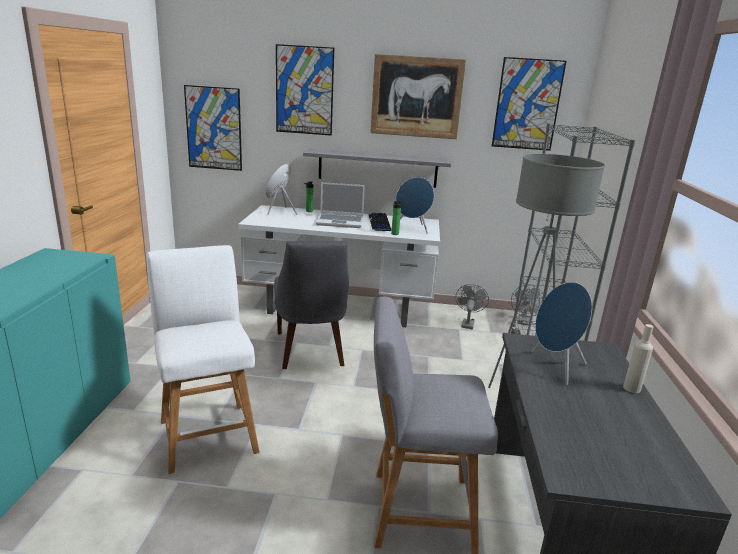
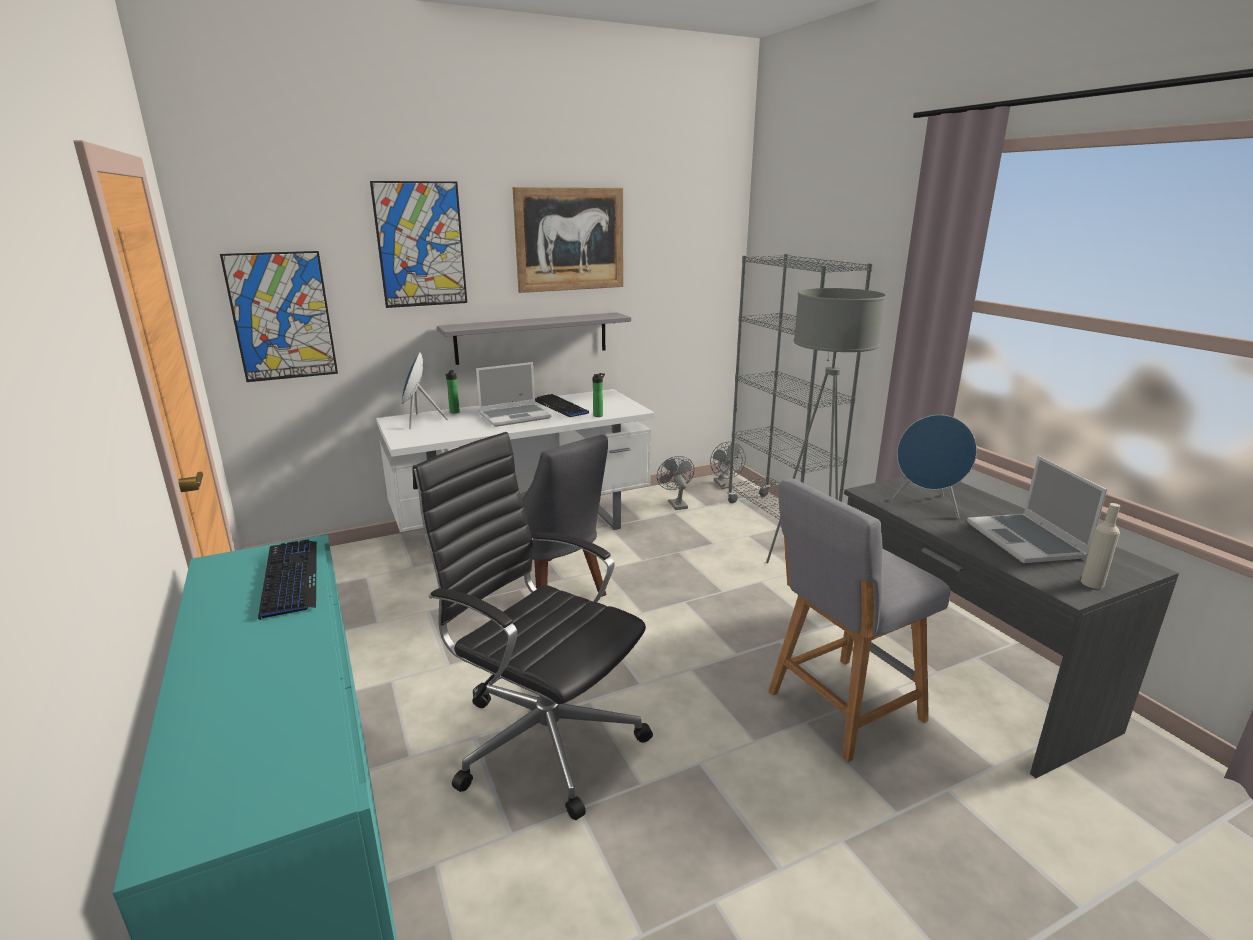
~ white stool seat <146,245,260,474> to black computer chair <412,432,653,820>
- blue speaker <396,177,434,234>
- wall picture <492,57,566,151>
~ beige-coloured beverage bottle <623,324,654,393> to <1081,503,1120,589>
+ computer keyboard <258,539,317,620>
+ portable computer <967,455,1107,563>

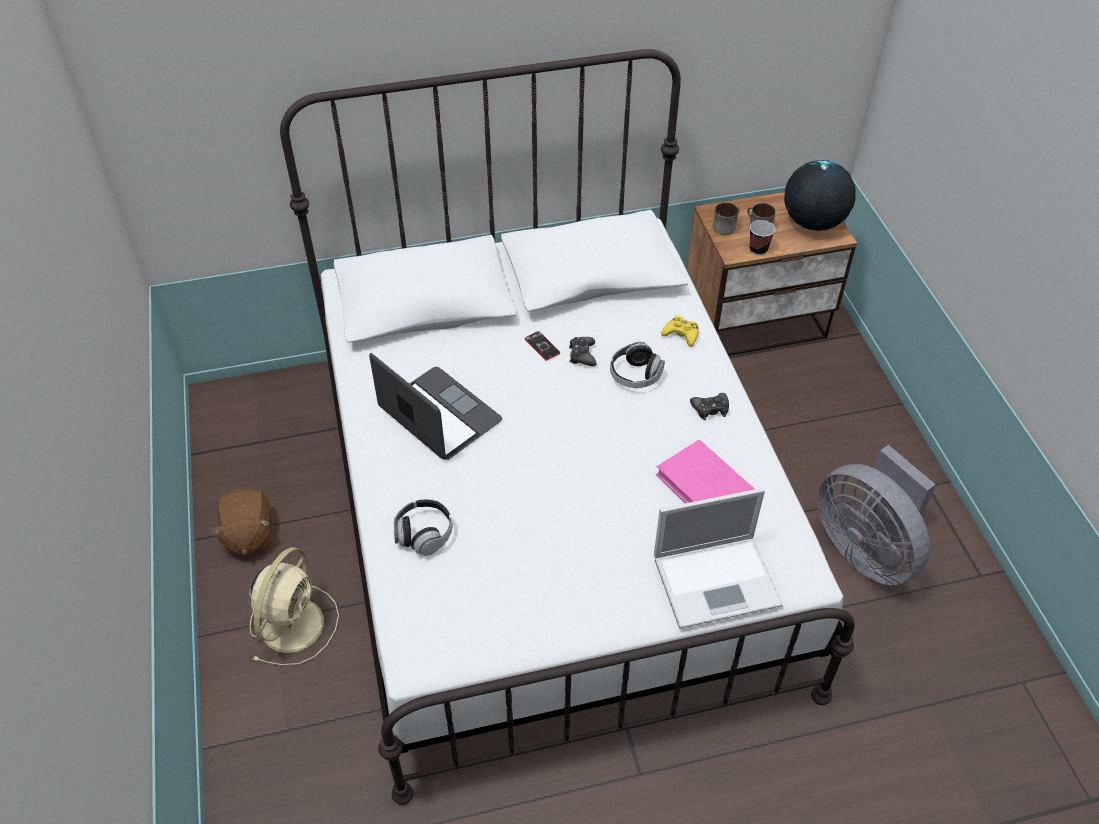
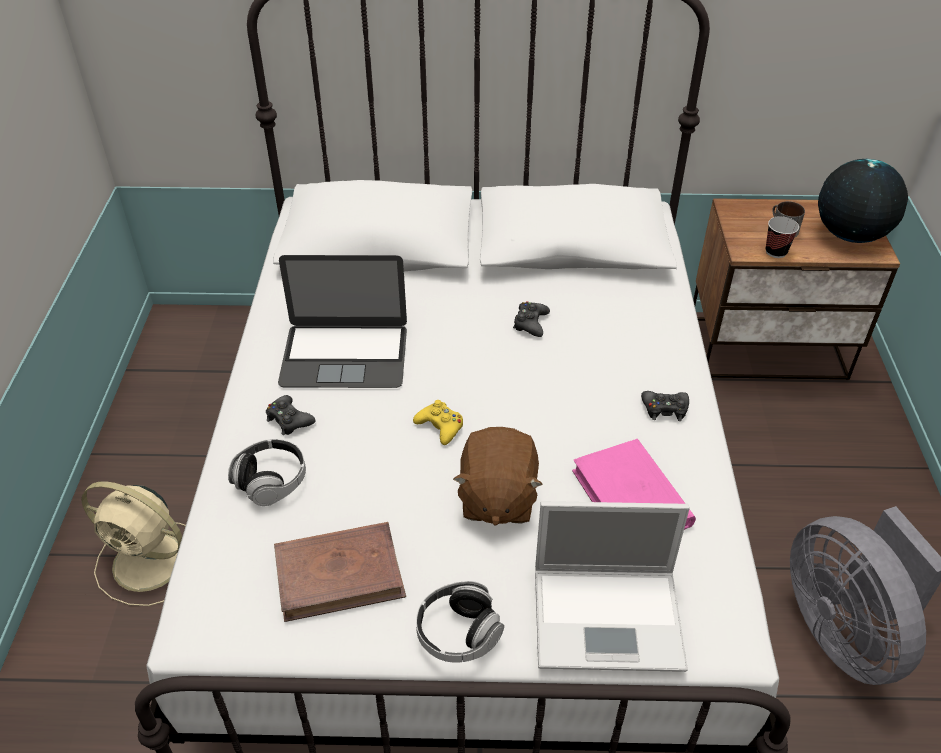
~ brown soft toy <211,489,272,555> to <453,427,543,526>
~ beige-coloured electric fan <249,547,339,665> = <81,481,186,606> 75 degrees clockwise
~ portable computer <369,353,502,460> = <278,255,407,388> 120 degrees clockwise
- telephone <525,331,560,361>
~ headphones <610,342,665,388> to <416,581,504,663>
~ yellowish joypad <661,315,699,347> to <413,400,463,445>
- tea mug <713,202,740,235>
+ black joypad <266,395,316,435>
+ brown bound book <274,522,406,622>

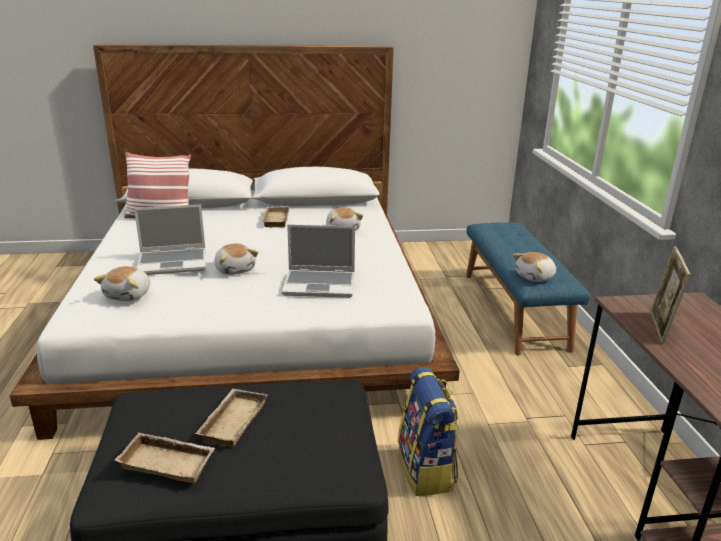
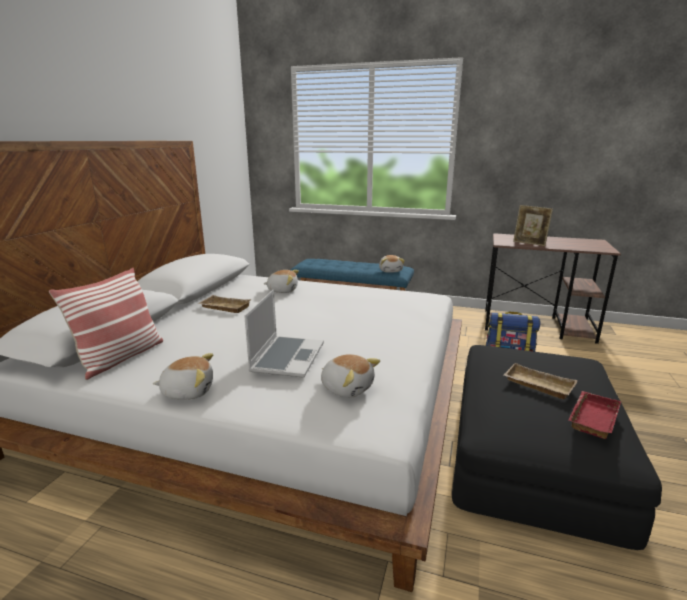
~ beige-coloured serving tray <114,432,215,483> to red serving tray <569,391,621,439>
~ soft toy <214,243,258,275> to <153,353,213,400>
- portable computer <282,224,355,298>

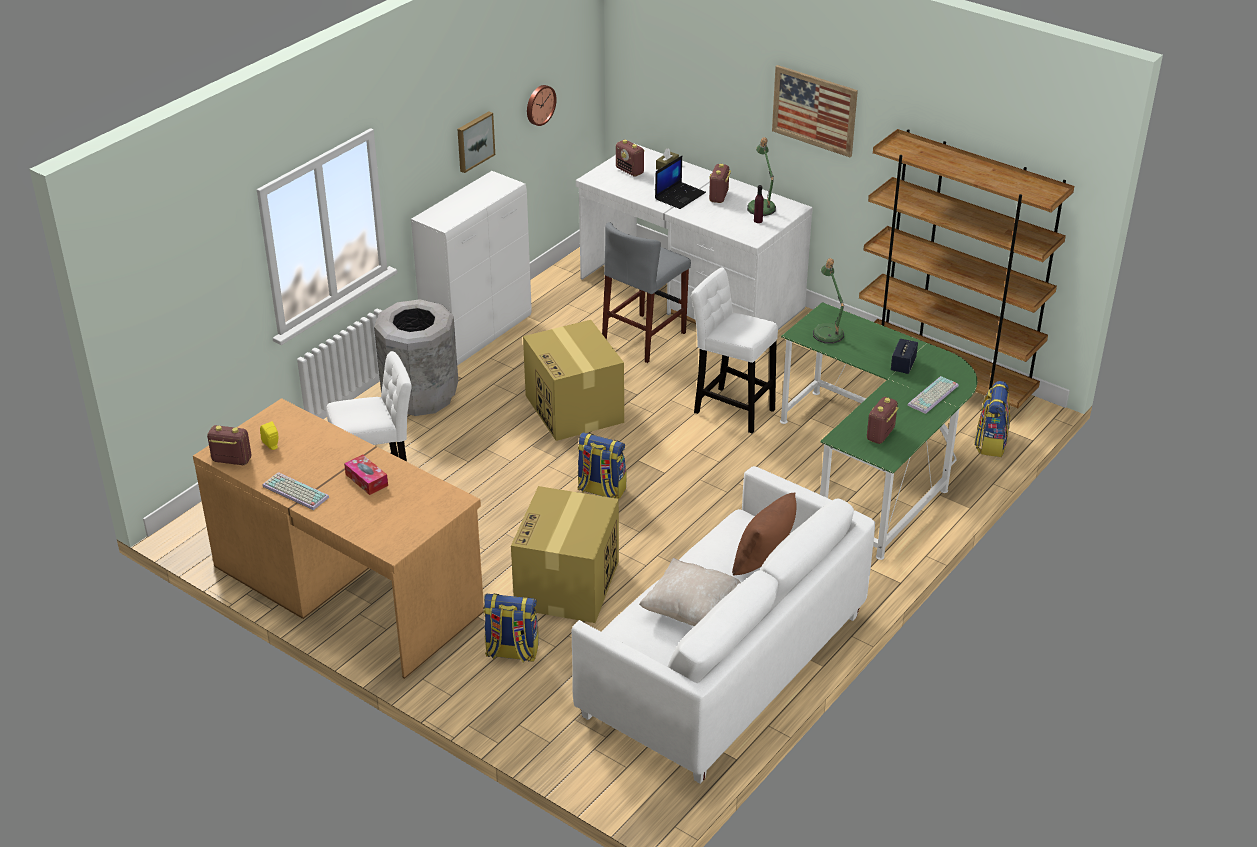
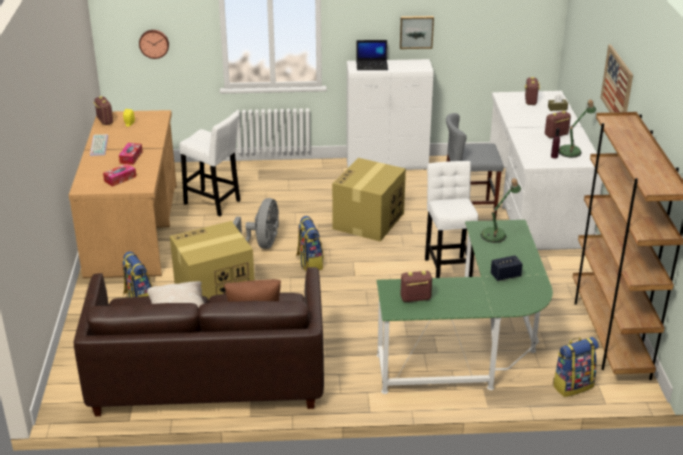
- gray rubbish bin <374,299,458,416>
~ clock on the wall <527,85,557,126> to <139,30,169,59>
~ white couch <572,466,875,784> to brown couch <74,267,324,416>
~ portable computer <655,156,706,209> to <356,40,388,70>
- computer keyboard <907,376,959,414>
+ tissue holder <103,164,136,187>
+ gray electric fan <233,198,279,249>

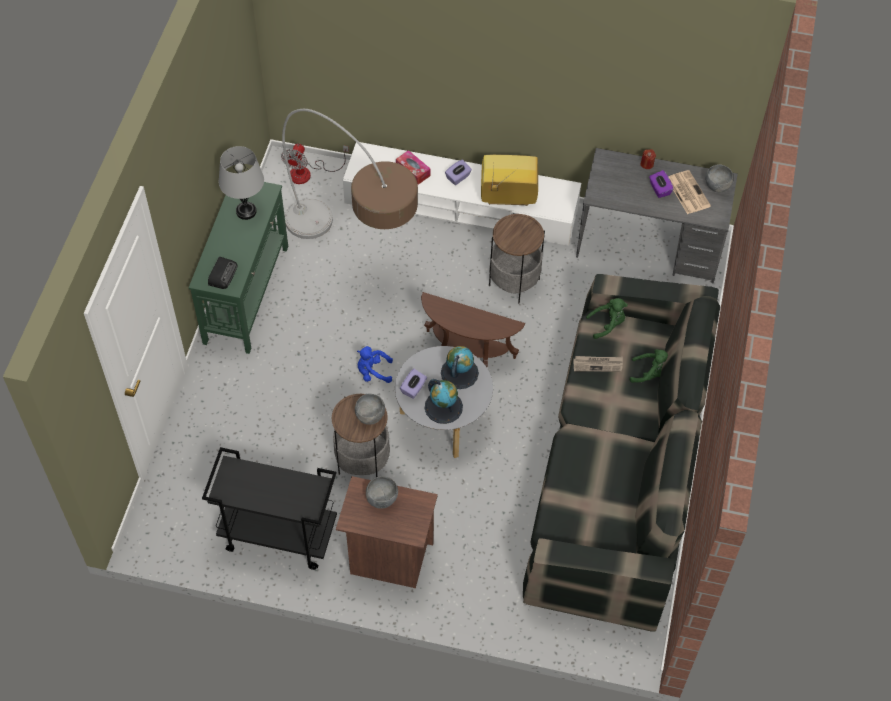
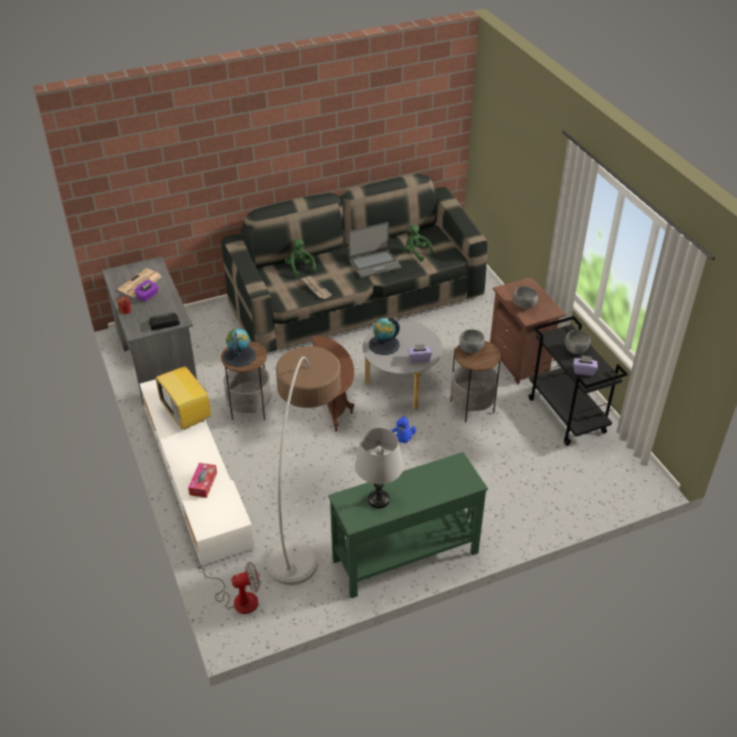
~ radio set <208,257,238,289> to <149,313,180,330>
~ world globe <425,379,463,424> to <224,328,256,367>
~ purple tissue holder <445,160,472,185> to <573,355,598,376>
~ green soft toy <586,298,628,339> to <404,225,434,262>
~ gray bowl <705,164,734,193> to <565,329,590,354>
+ portable computer <348,222,401,278>

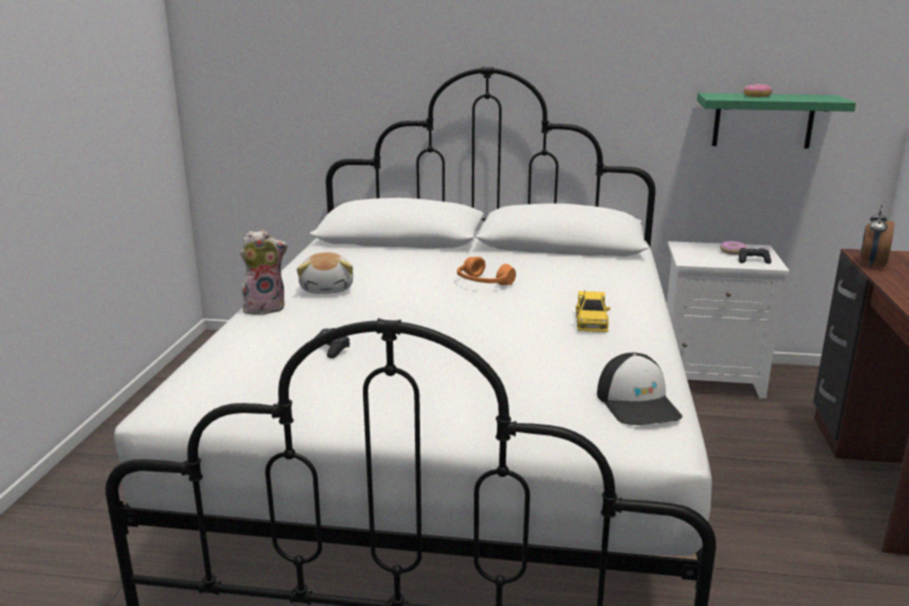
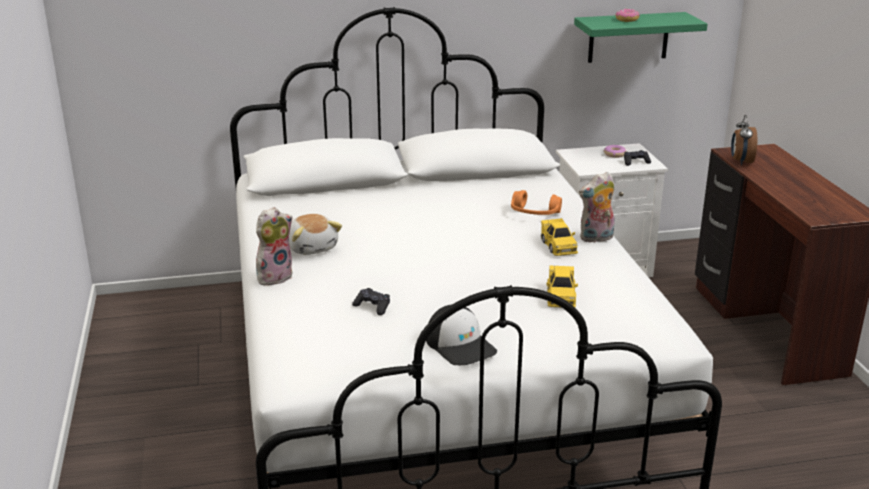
~ orange headphones <457,257,516,285> to <511,190,562,215>
~ baseball cap <597,353,682,425> to <426,305,497,365>
+ yellowish toy car <547,266,578,307>
+ soft toy <579,172,615,243>

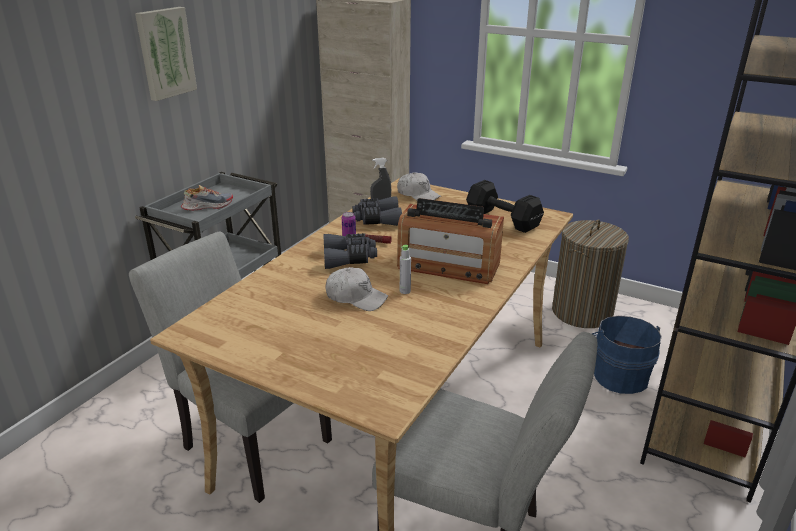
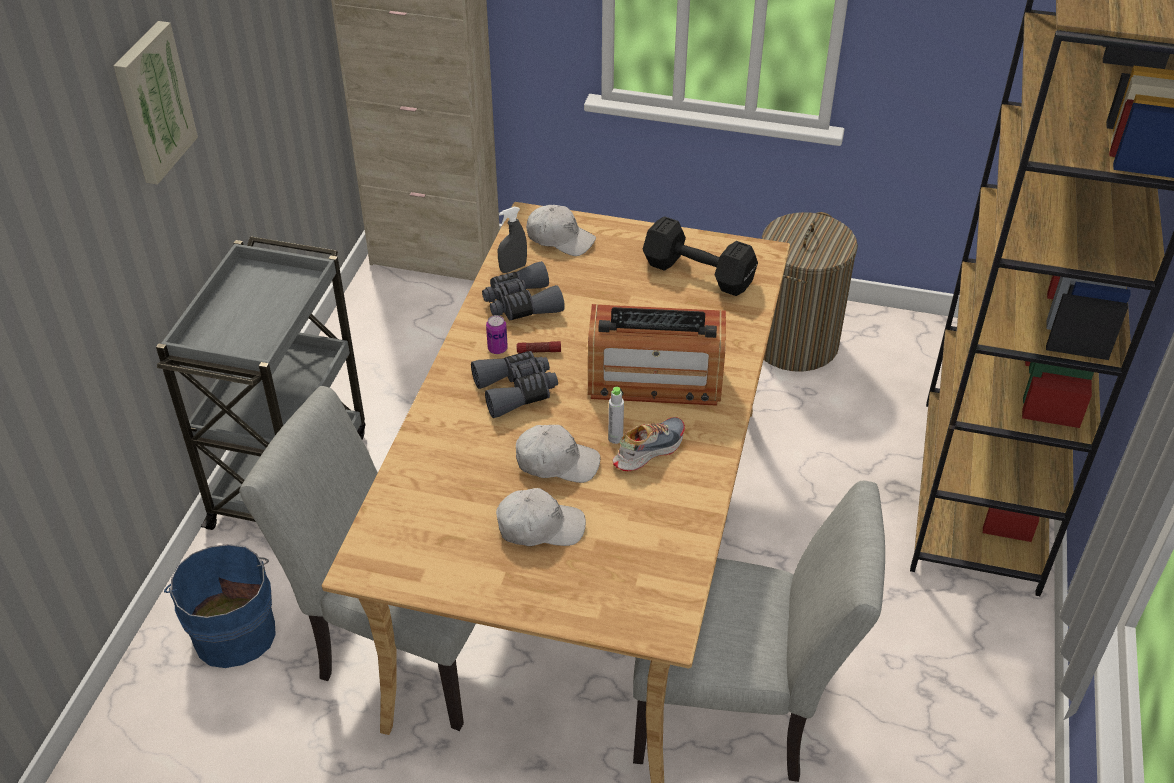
~ low shoe <181,185,233,211> to <613,417,685,471>
~ blue water bucket <592,316,662,394> to <164,544,276,668>
+ white baseball cap <496,488,586,546>

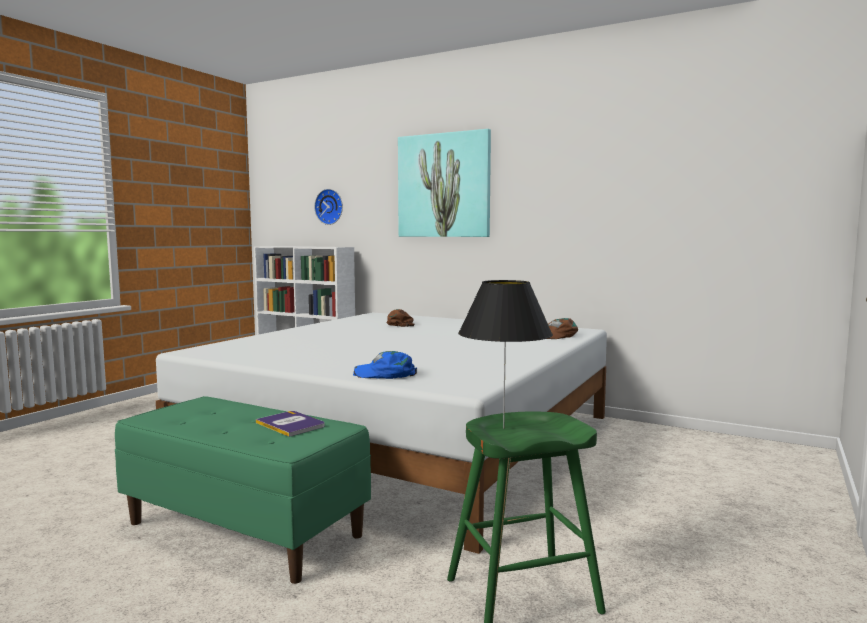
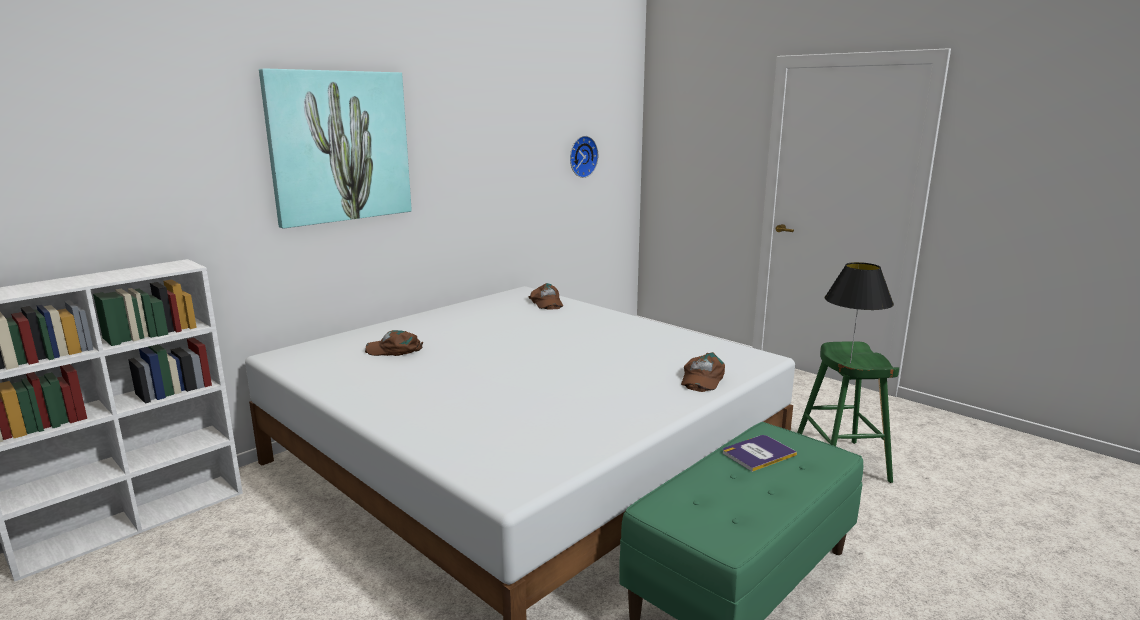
~ clock on the wall <314,189,343,225> to <570,136,598,178>
~ blue baseball cap <353,351,417,379> to brown baseball cap <681,352,725,392>

